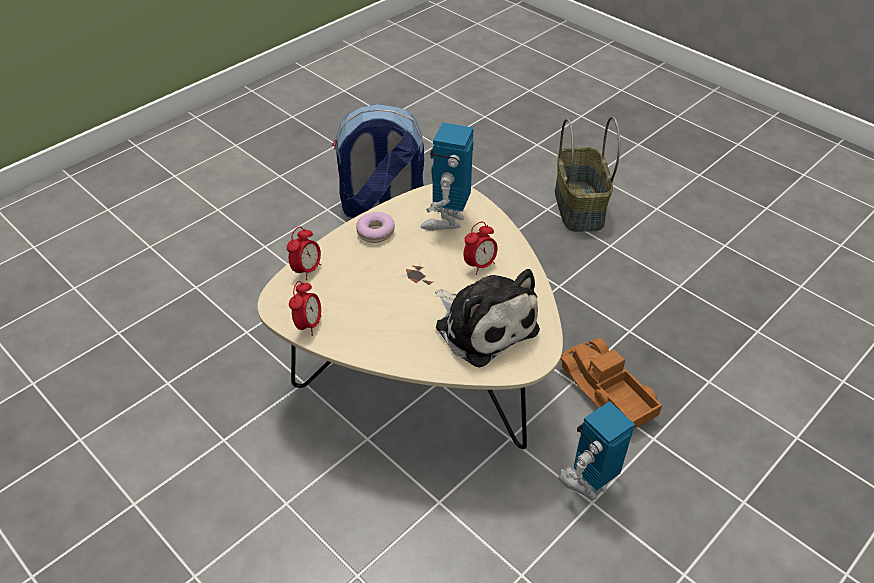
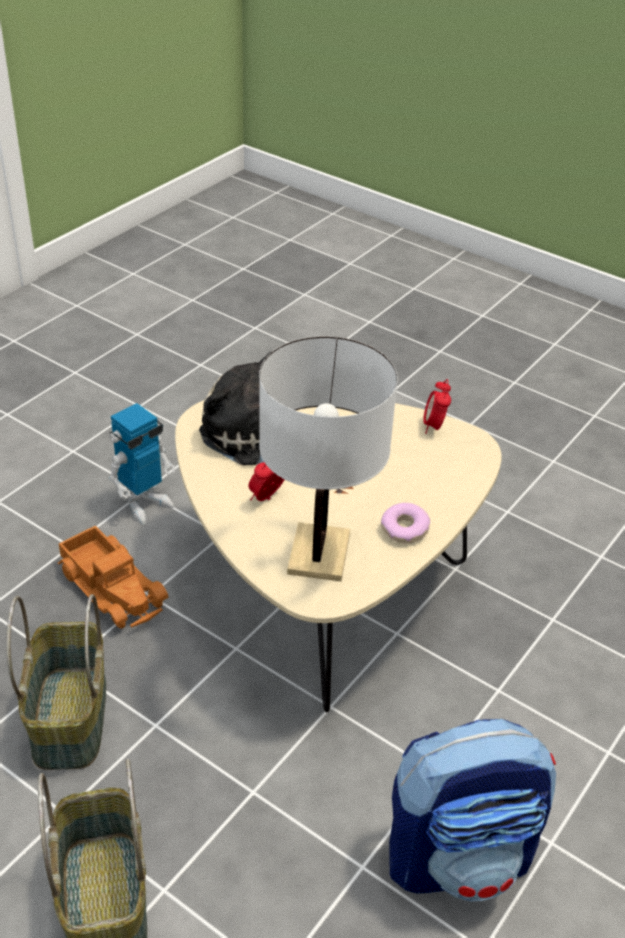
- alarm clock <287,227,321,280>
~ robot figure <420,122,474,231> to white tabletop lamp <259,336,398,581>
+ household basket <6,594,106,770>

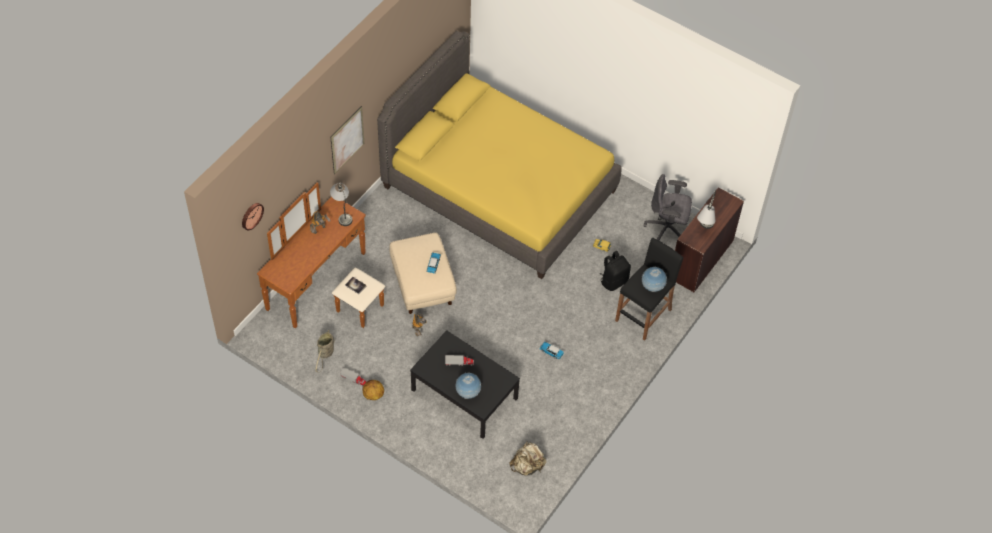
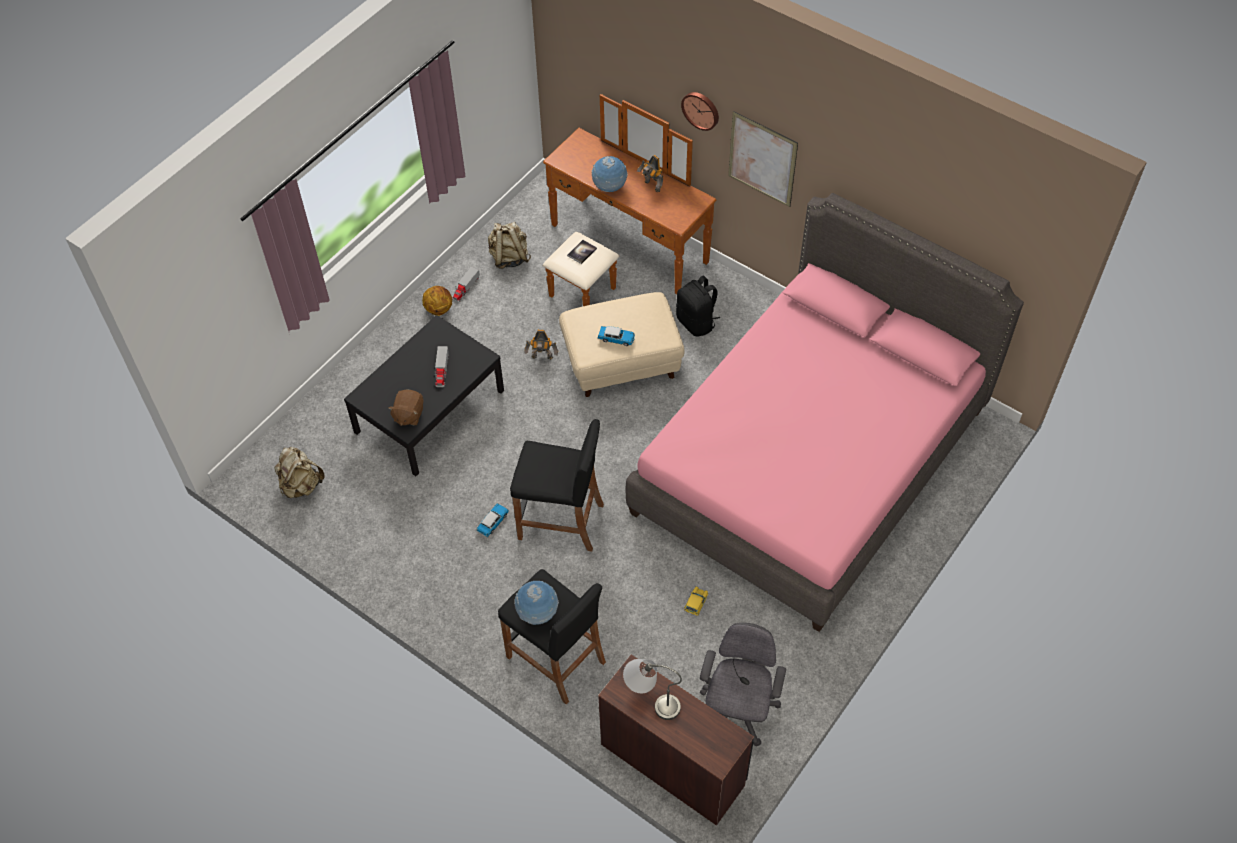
~ clock on the wall <242,203,264,230> to <681,92,719,131>
~ household basket <315,330,335,372> to beige-coloured rucksack <488,222,531,269>
- gray tabletop lamp <330,183,353,226>
~ yellowish bed <377,31,622,279> to pink-coloured bed <626,193,1024,632>
~ world globe <455,373,481,399> to <592,156,628,192>
~ black rucksack <599,251,631,291> to <676,276,720,336>
+ brown soft toy <388,389,423,426>
+ black stool seat <510,419,604,552>

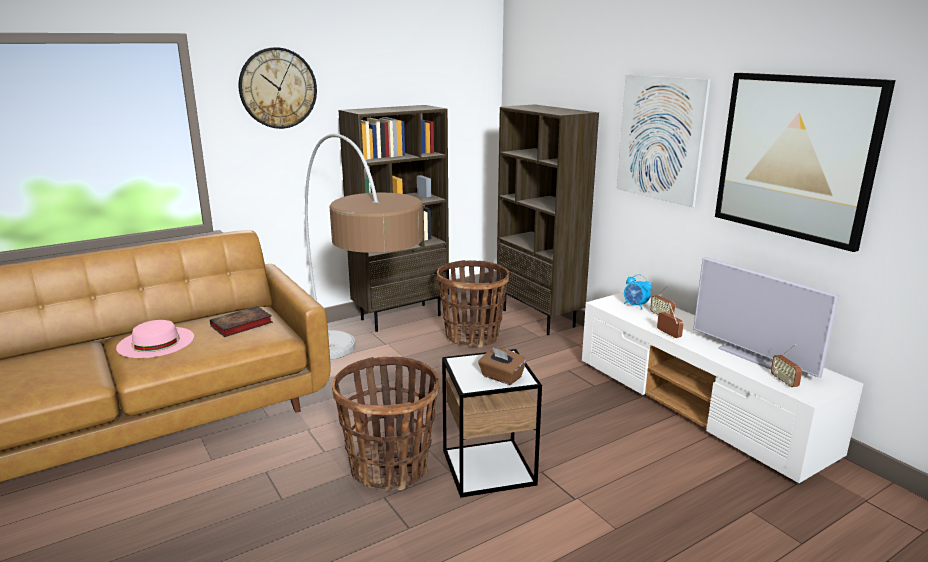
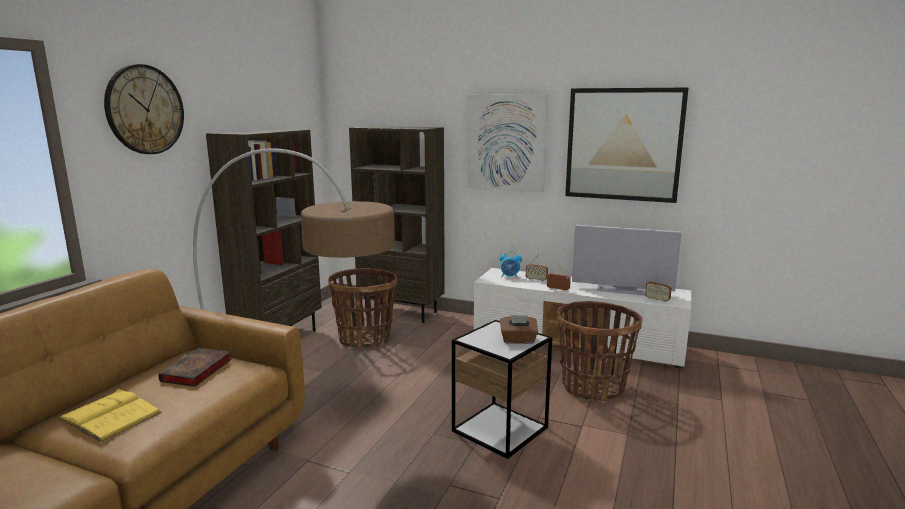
~ pink-coloured wearable hat <116,320,194,358> to yellowish bound book <57,389,162,442>
~ household basket <332,357,439,491> to <557,301,643,400>

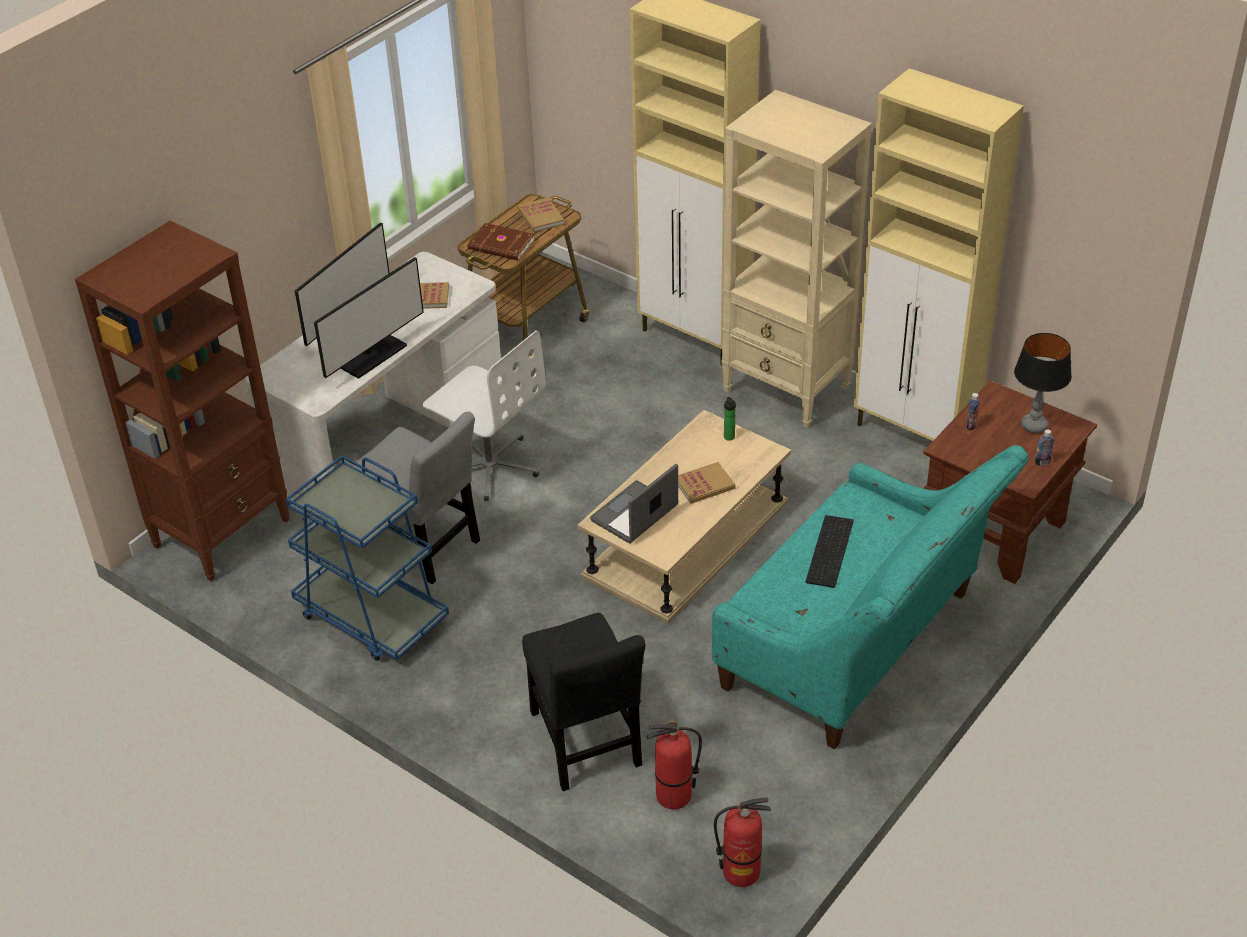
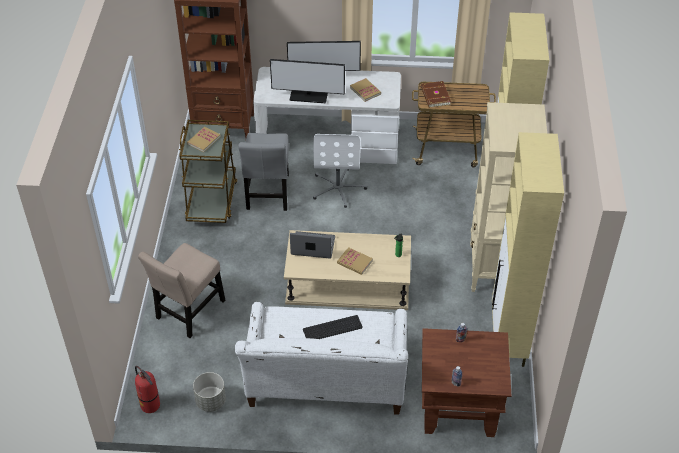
~ blue cart <286,455,449,661> to brown cart <179,120,238,223>
~ bound book <518,198,564,232> to <187,127,221,152>
~ black upright chair <522,613,645,791> to beige-coloured upright chair <138,243,225,338>
- fire extinguisher <647,721,702,809>
~ blue-green couch <712,445,1029,749> to white couch <235,302,408,415>
- tabletop lamp <1014,333,1072,433>
+ gray plant pot <193,372,226,412>

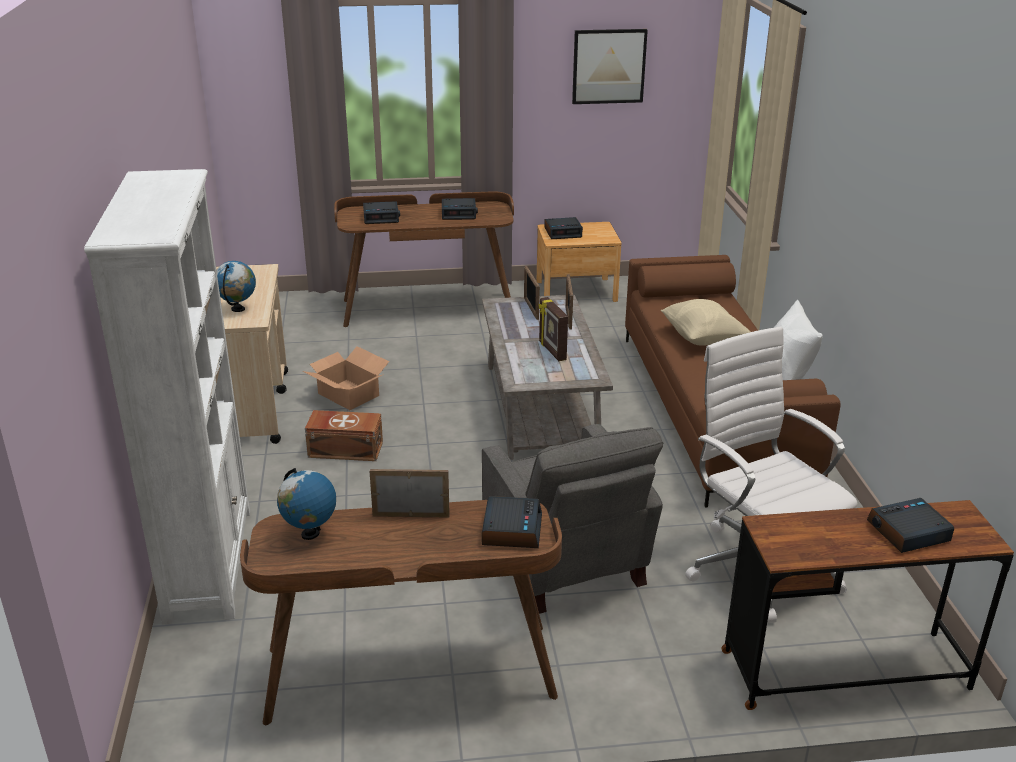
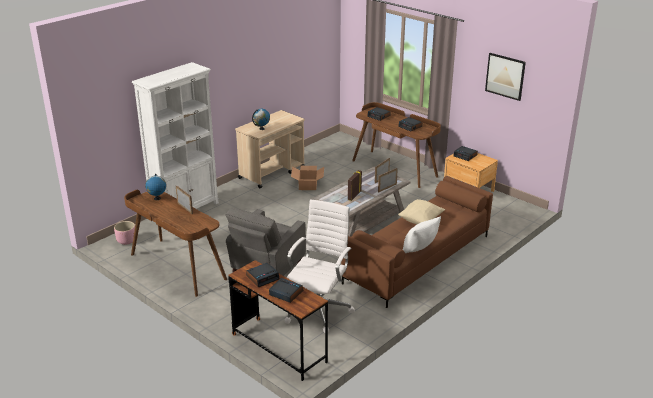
- brown storage bin <305,410,383,461>
~ alarm clock <482,496,542,548> to <246,263,280,287>
+ pink-coloured plant pot <114,221,135,245>

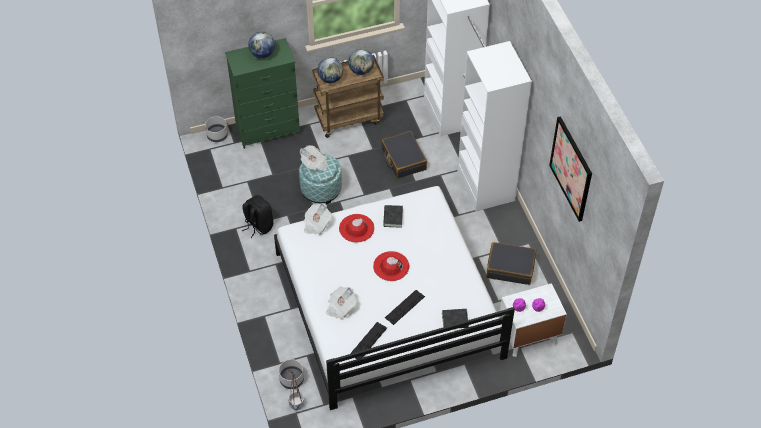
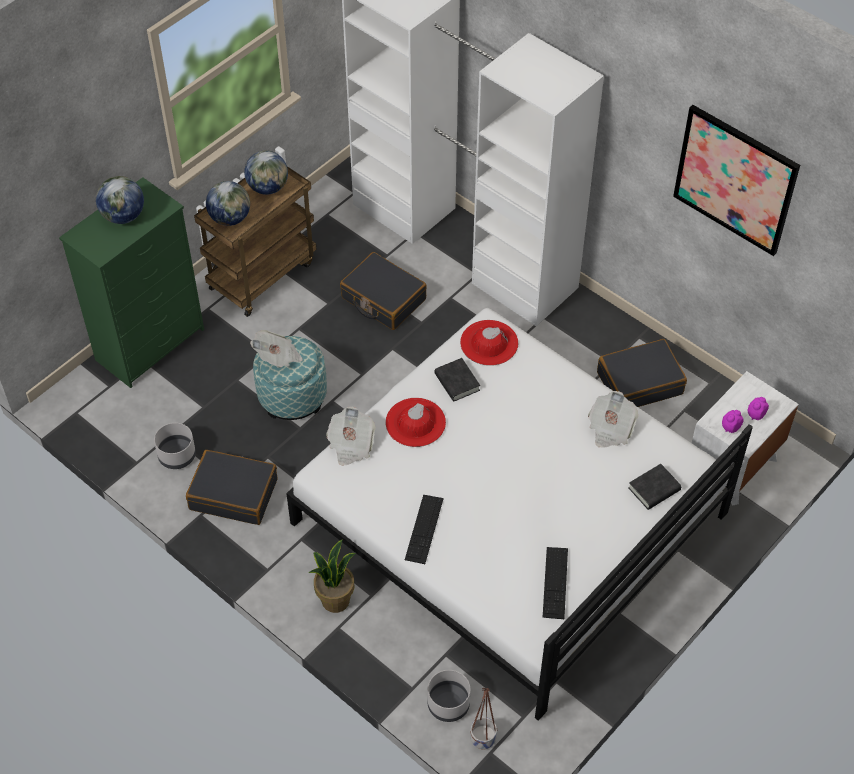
~ gray plant pot <205,116,228,142> to <154,423,196,469>
~ black rucksack <242,195,273,238> to black travel case <186,450,277,525>
~ newspaper <326,287,357,320> to <588,391,638,448>
~ red wearable hat <373,251,409,281> to <460,320,518,366>
~ computer keyboard <385,290,425,325> to <405,495,443,564>
+ potted plant <309,540,356,613>

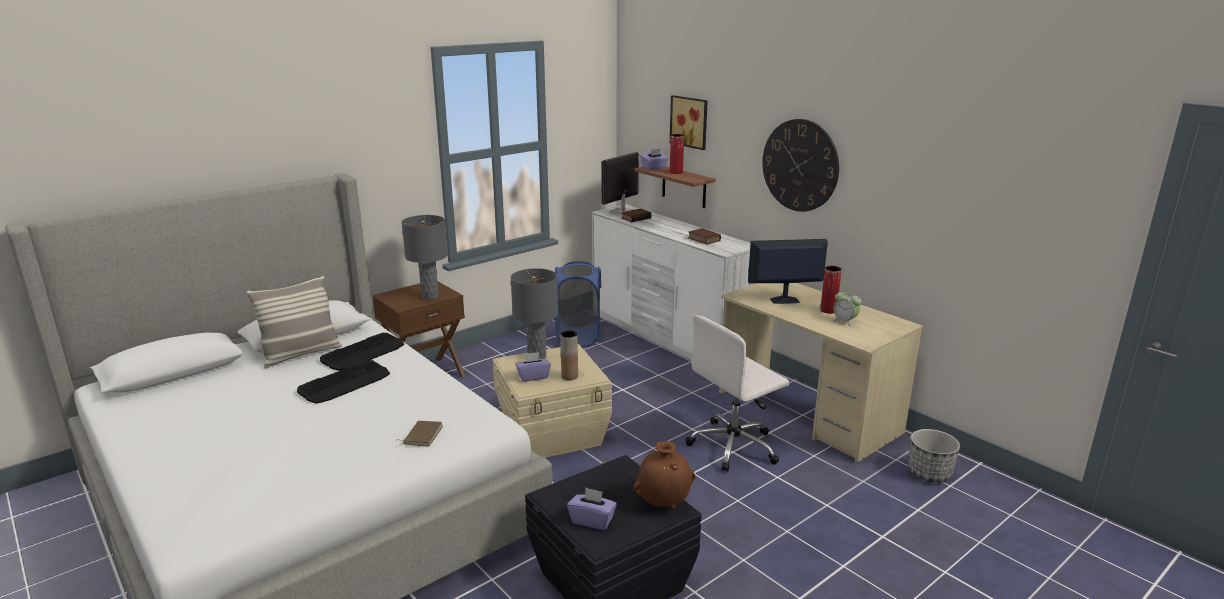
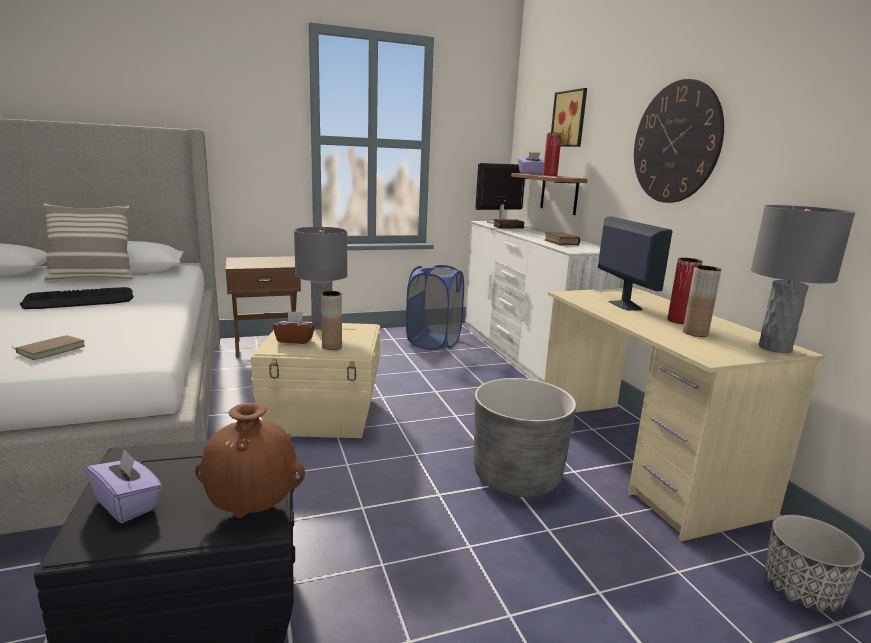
- computer keyboard <320,333,404,371>
~ gray tabletop lamp <402,215,447,299> to <751,205,855,353>
~ purple tissue holder <515,352,551,382> to brown tissue holder <272,311,316,344>
~ white computer chair <685,315,789,472> to gray plant pot <474,378,576,497>
~ monitor <748,239,828,304> = <598,217,672,311> 60 degrees clockwise
~ alarm clock <832,289,861,327> to brown decorative vase <683,265,721,337>

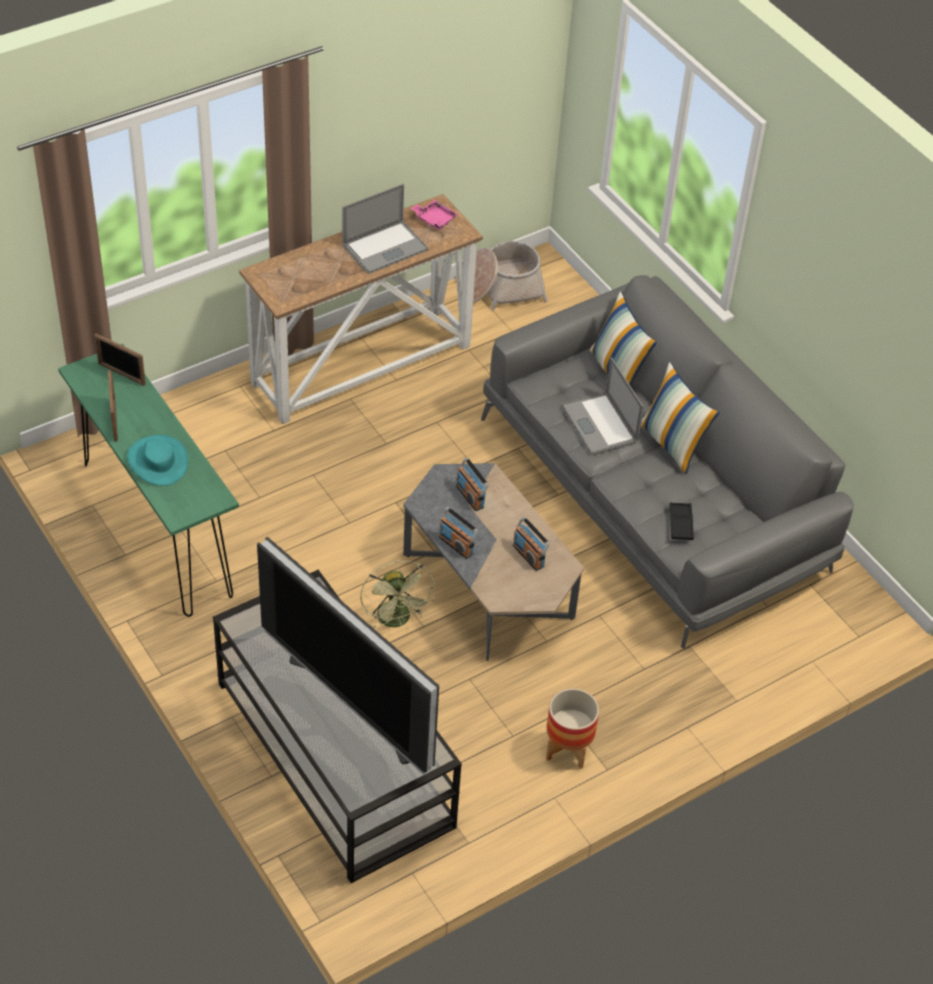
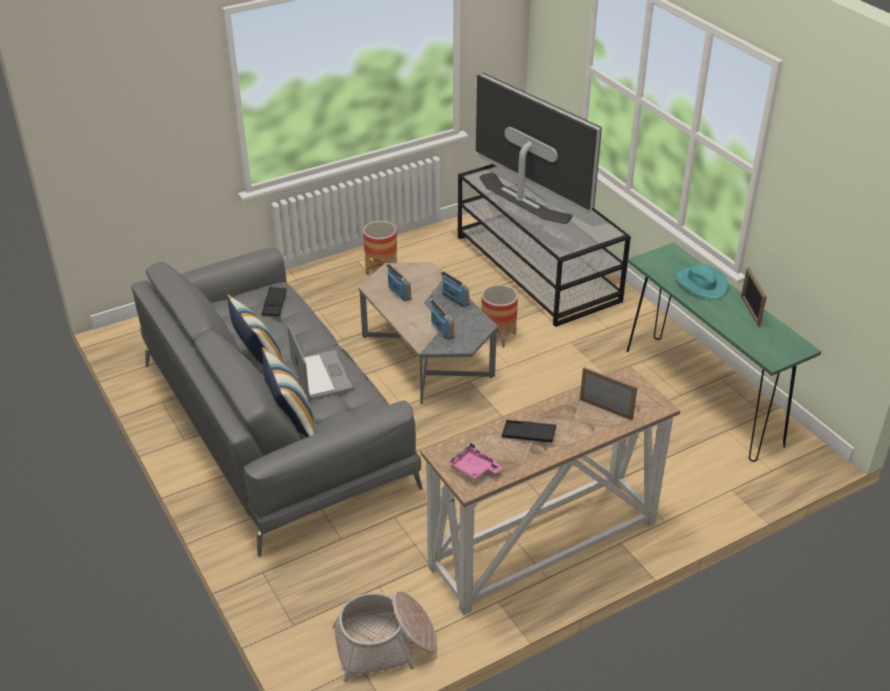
~ photo frame <94,333,146,386> to <580,367,637,420>
~ portable computer <342,184,428,274> to black serving tray <502,420,556,443>
~ green electric fan <360,561,435,629> to plant pot <481,285,518,348>

